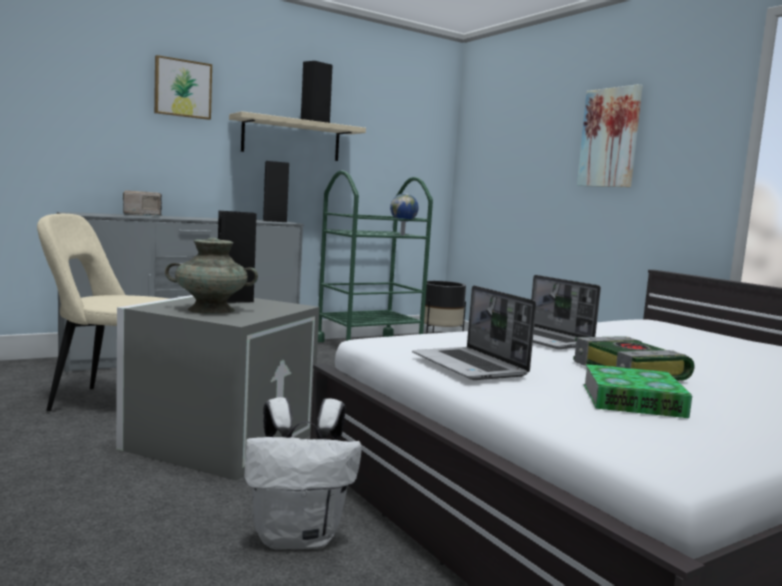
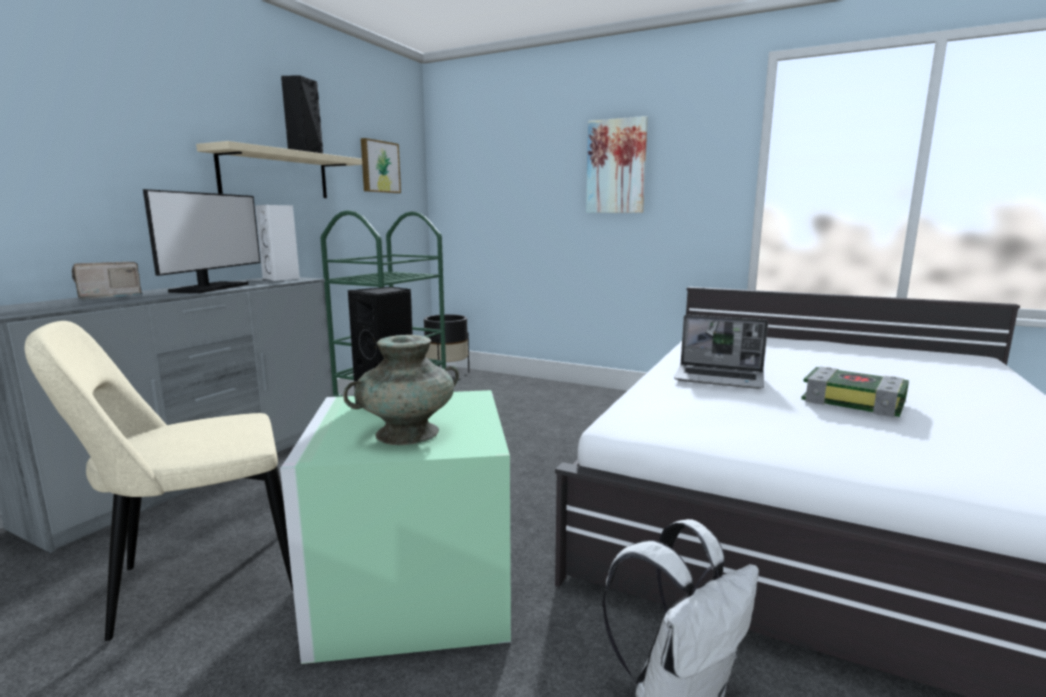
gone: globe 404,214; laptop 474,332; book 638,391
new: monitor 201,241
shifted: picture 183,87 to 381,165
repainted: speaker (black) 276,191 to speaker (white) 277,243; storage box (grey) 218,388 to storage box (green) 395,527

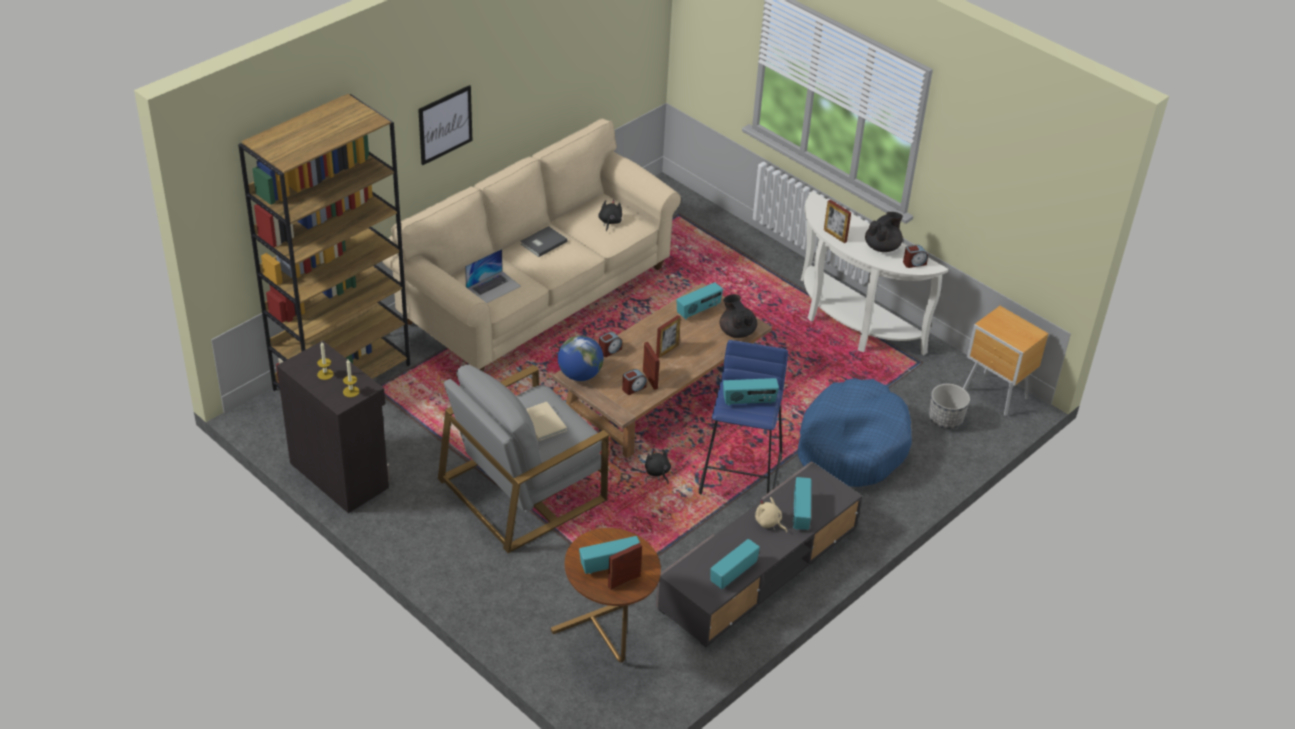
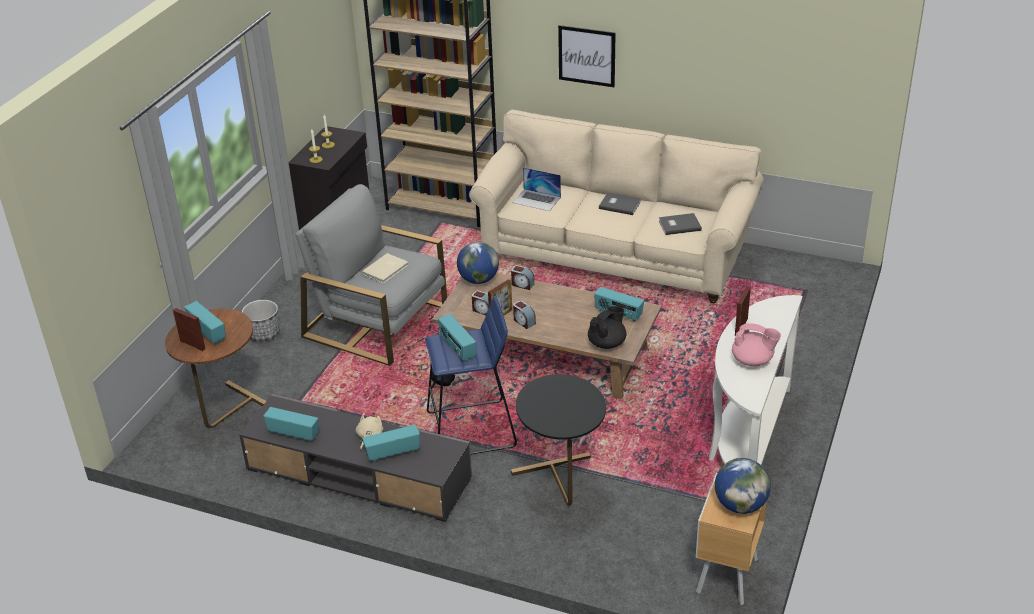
gone: picture frame 668,336
new: globe 743,486
shifted: alarm clock 915,256 to 524,315; planter 949,406 to 261,320
swapped: plush toy (black) 610,216 to book (grey) 680,224; dog bed (blue) 855,432 to side table (black) 558,440
repainted: teapot (black) 884,232 to teapot (pink) 756,344

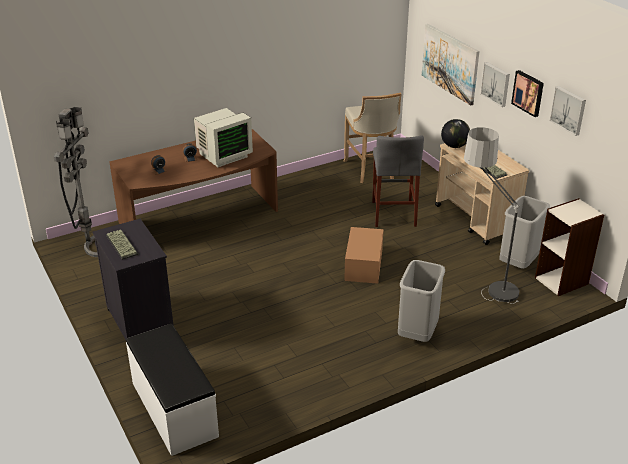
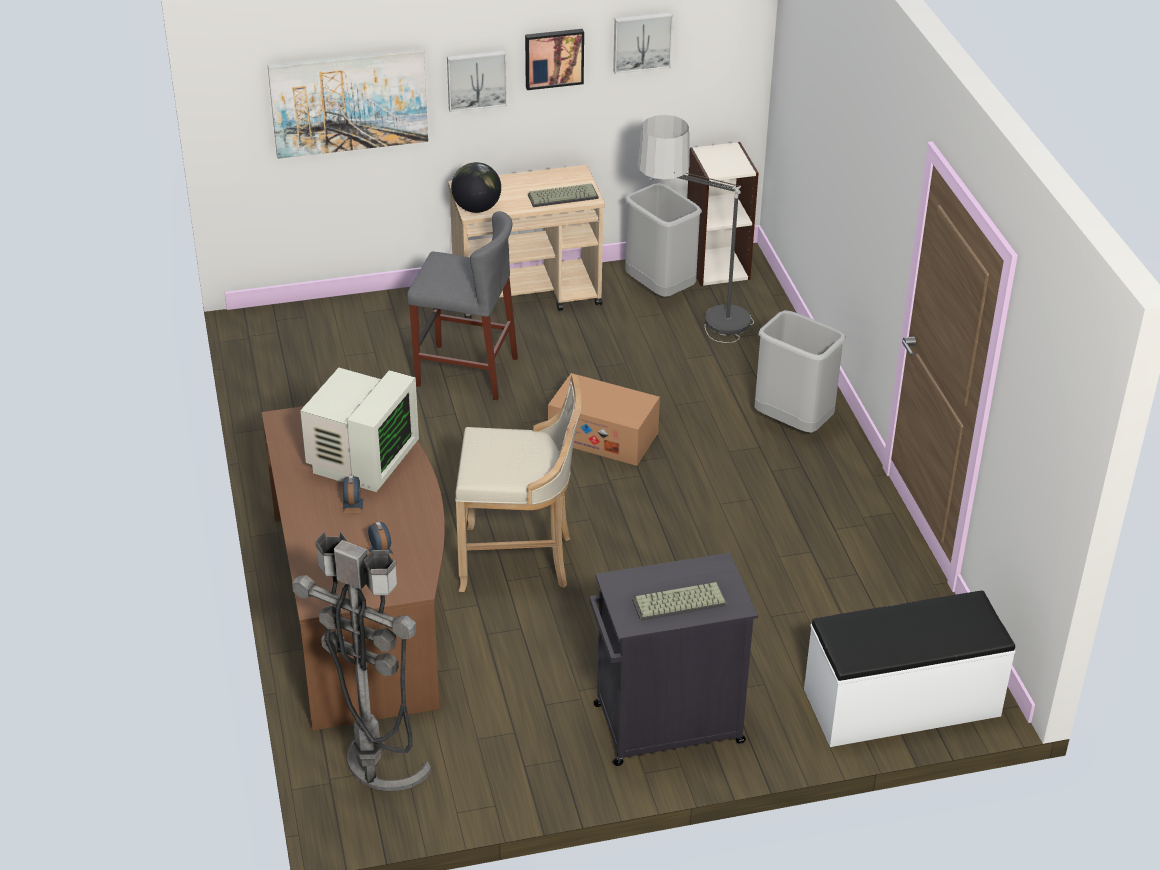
shifted: stool (beige) 372,138 to 518,483
rotated: monitor 223,137 = 359,430 45 degrees clockwise

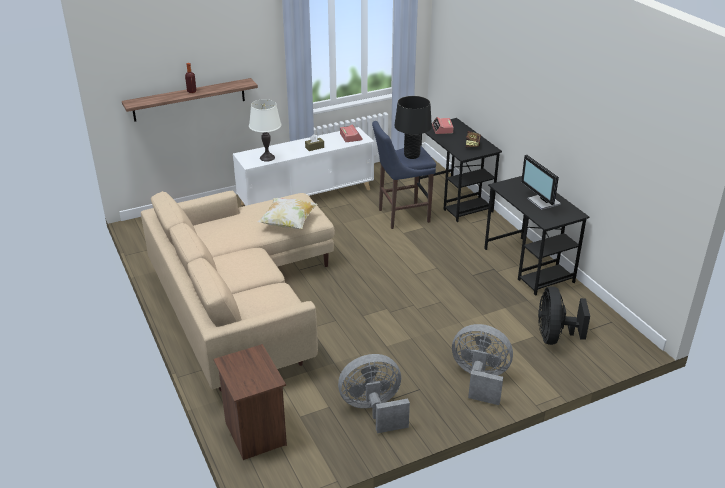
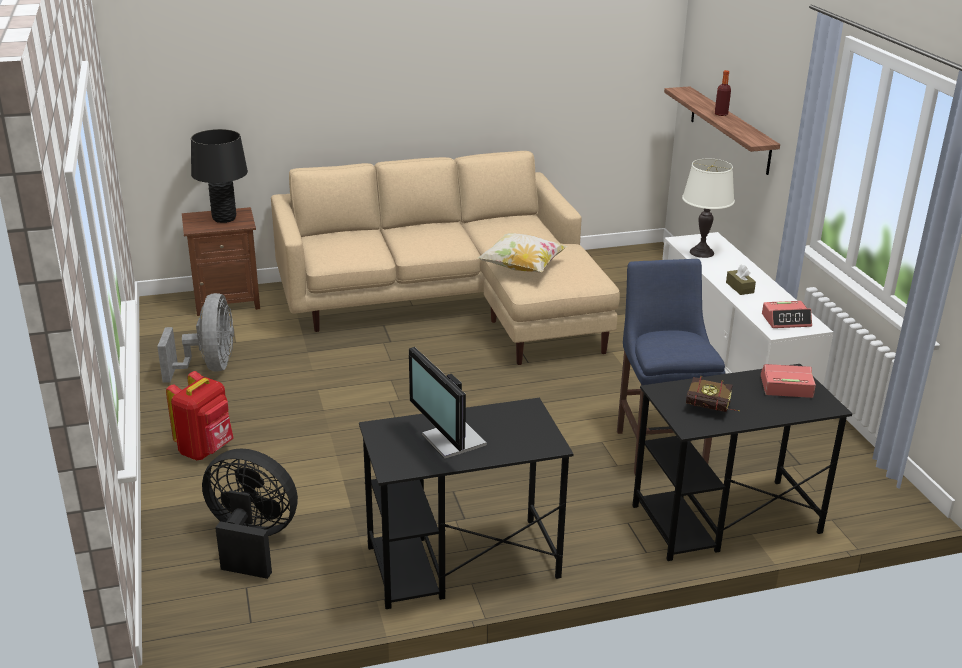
shifted: table lamp (black) 413,127 to 219,176
swapped: fan (grey) 482,364 to backpack (red) 200,415
rotated: monitor 541,182 = 448,403 105 degrees counterclockwise

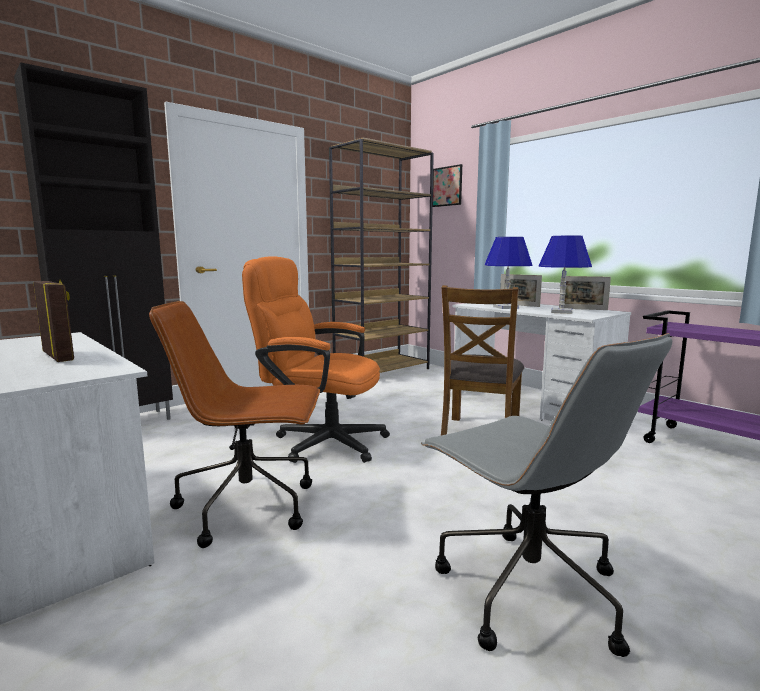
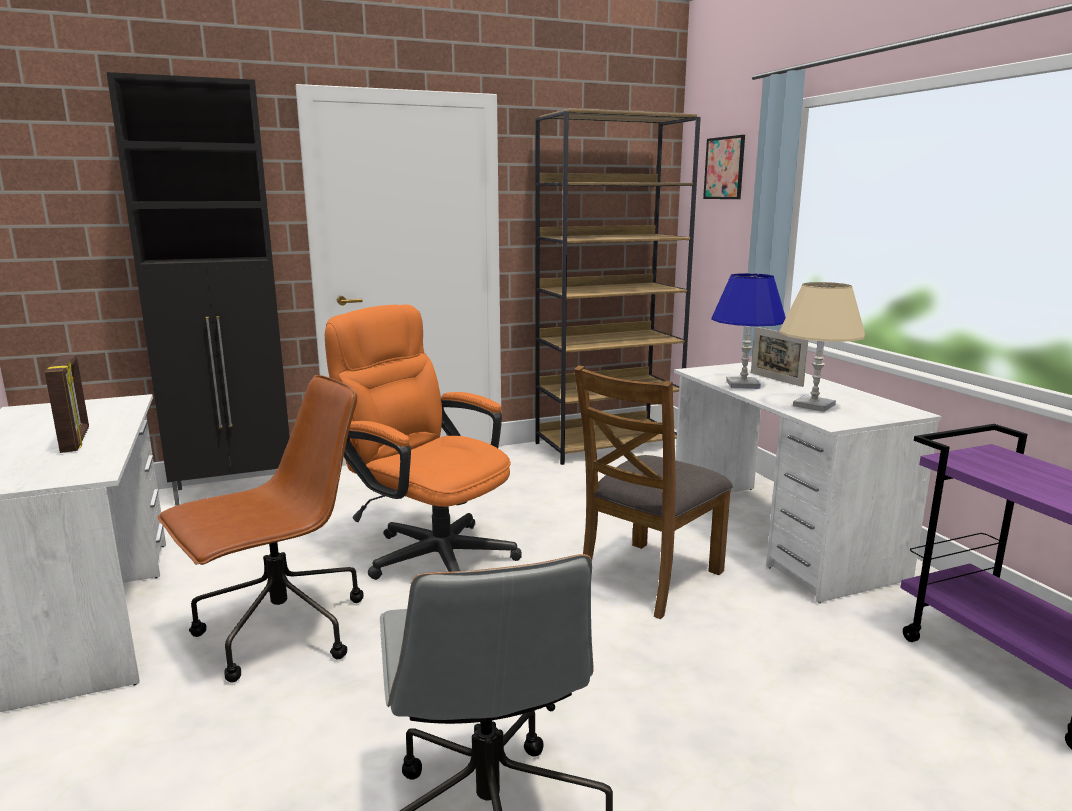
gone: picture frame 585,293
repainted: table lamp (blue) 565,275 to table lamp (beige) 822,347
rotated: office chair (brown) 234,424 = 260,528 120 degrees clockwise

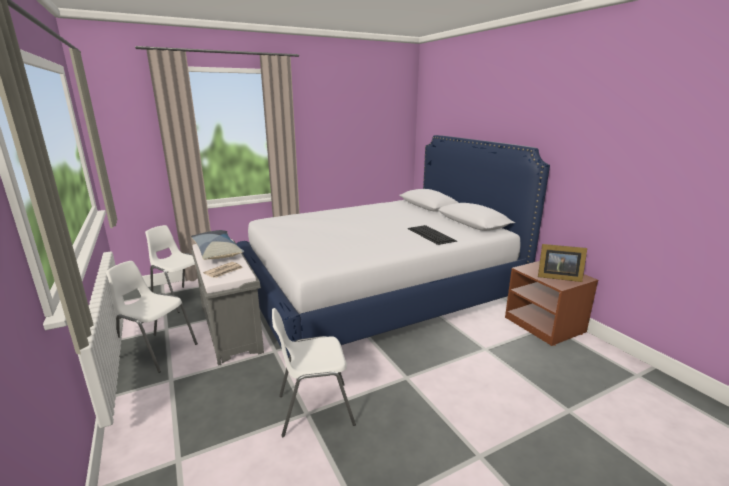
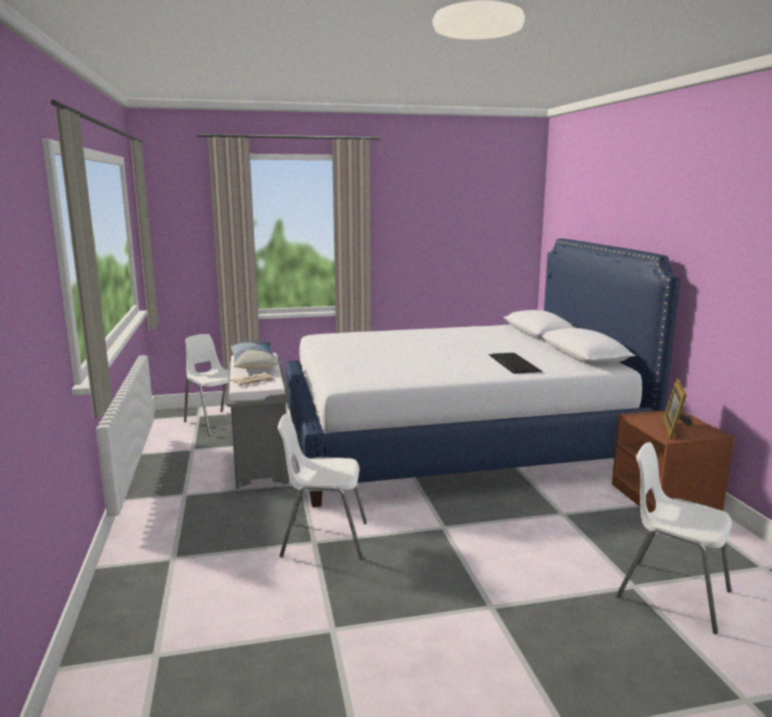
shifted: chair (white) 152,317 to 674,538
rotated: picture frame 562,263 = 677,409 75 degrees clockwise

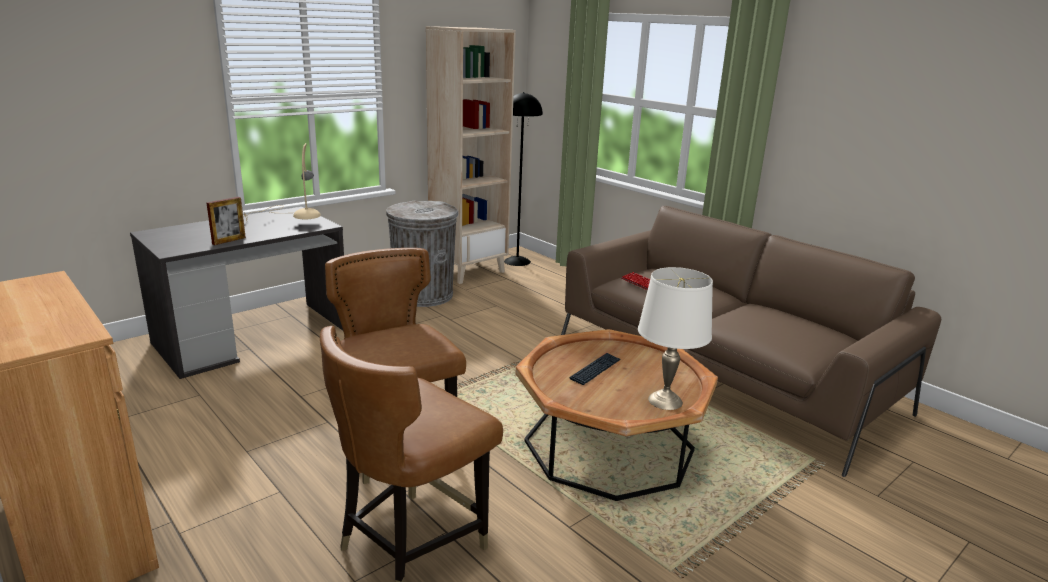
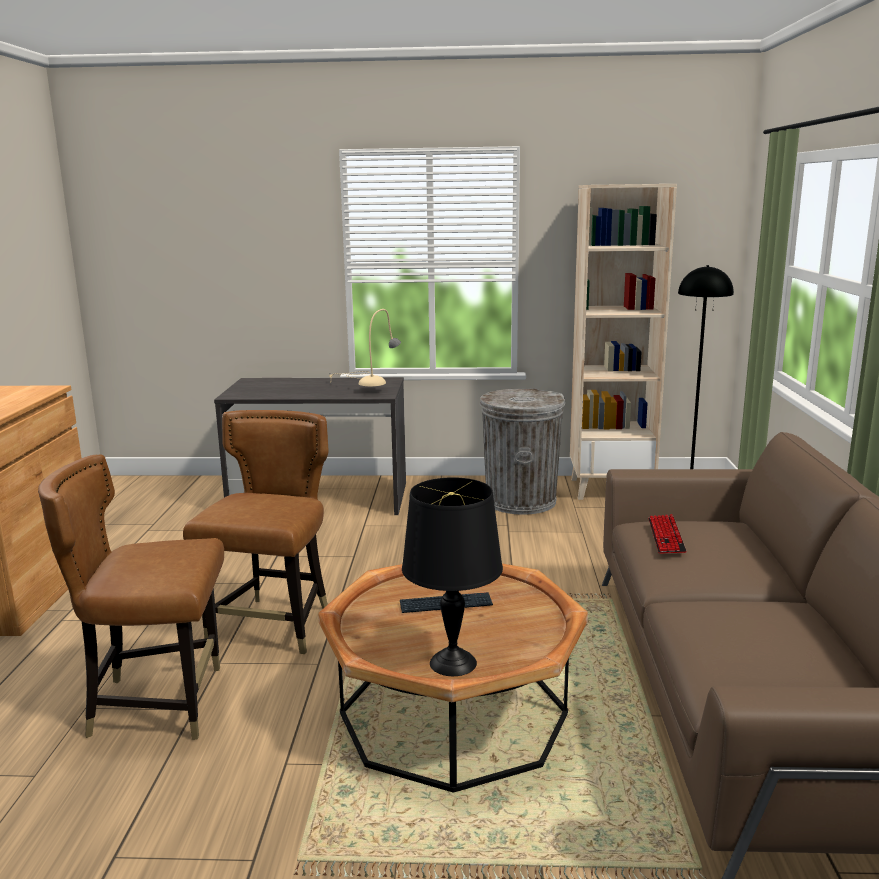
gone: picture frame 226,221
repainted: table lamp (white) 675,338 to table lamp (black) 452,576

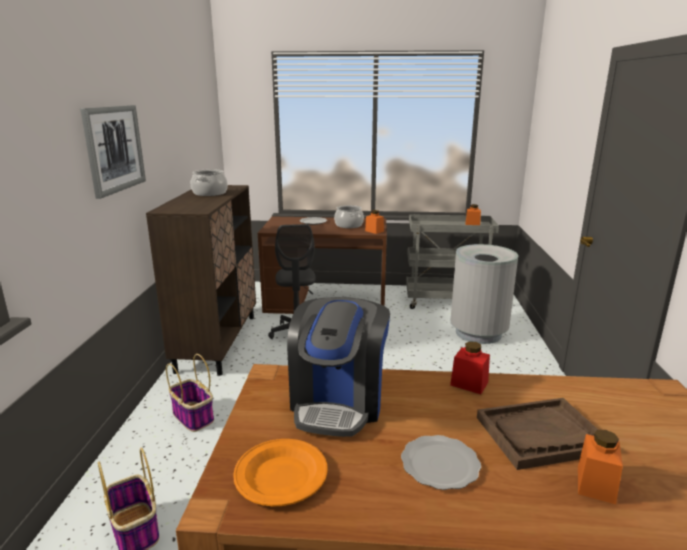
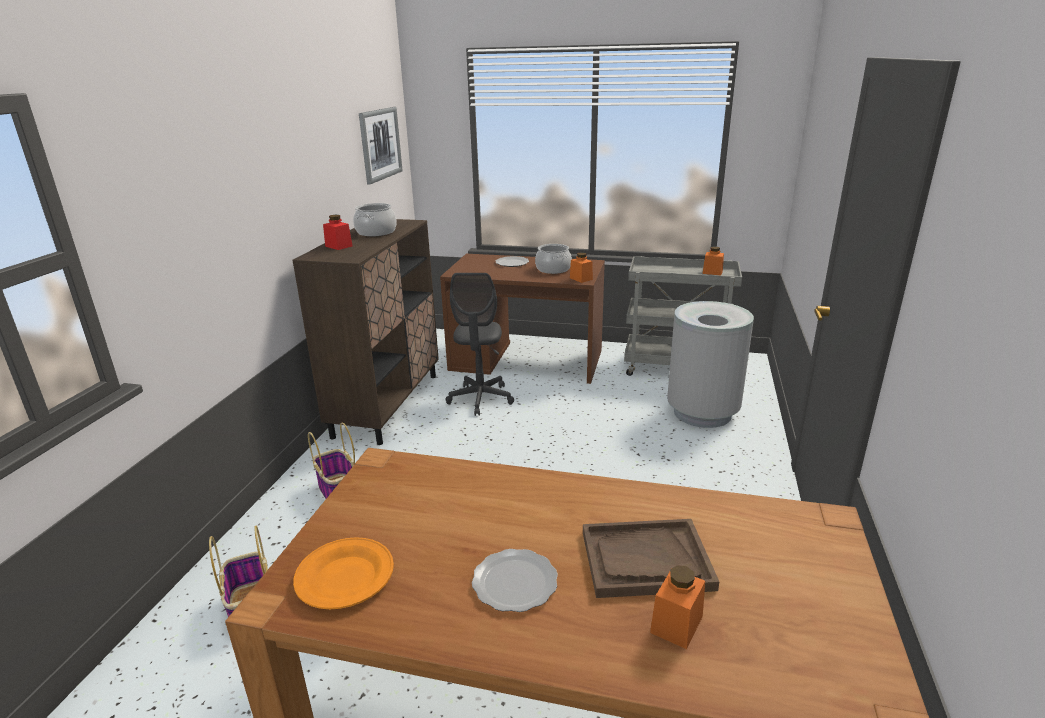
gone: coffee machine 338,367
shifted: picture 113,152 to 381,145; jar (red) 470,367 to 338,232

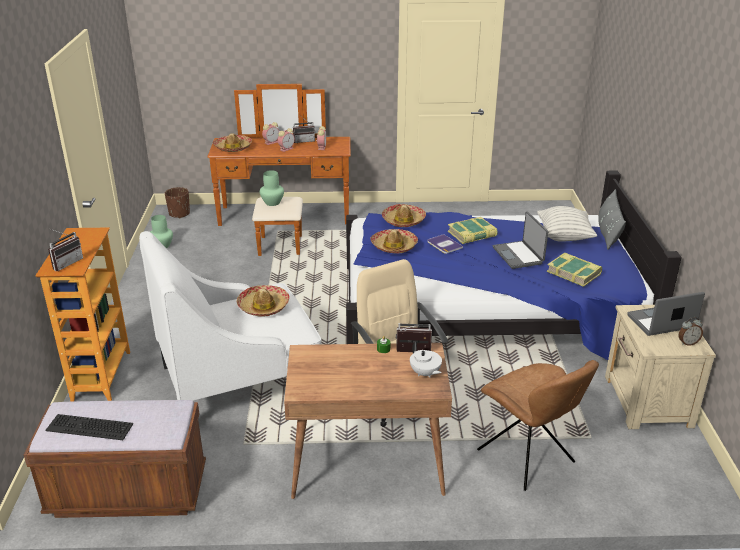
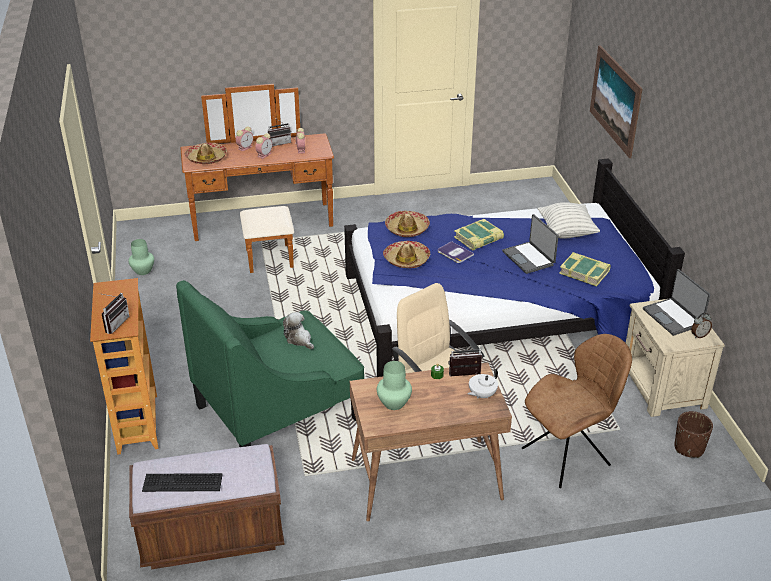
gone: pillow (grey) 612,219
new: picture 616,101
shifted: vase (green) 272,188 to 394,385; planter (brown) 177,202 to 693,434
swapped: hat 263,301 to plush toy 298,330
repainted: armchair (white) 230,316 to armchair (green) 270,363
rotated: laptop 666,314 = 676,302 90 degrees counterclockwise; teapot (white) 426,360 = 482,383 90 degrees clockwise; chair (brown) 538,425 = 577,411 75 degrees counterclockwise

